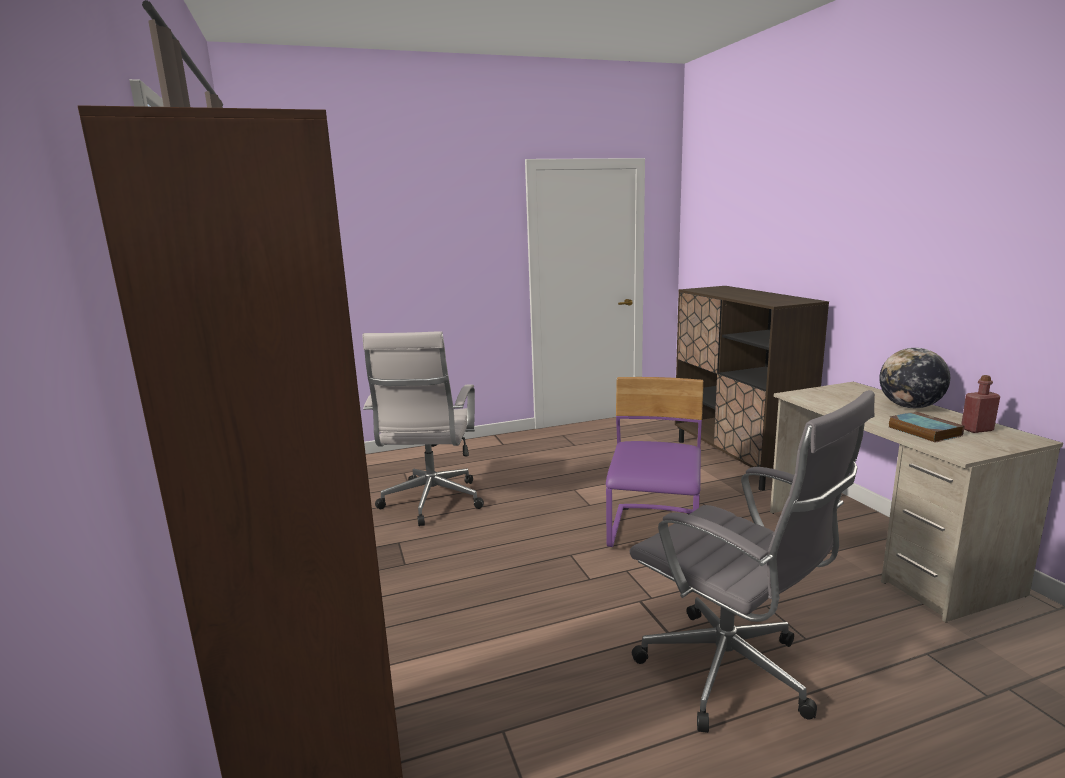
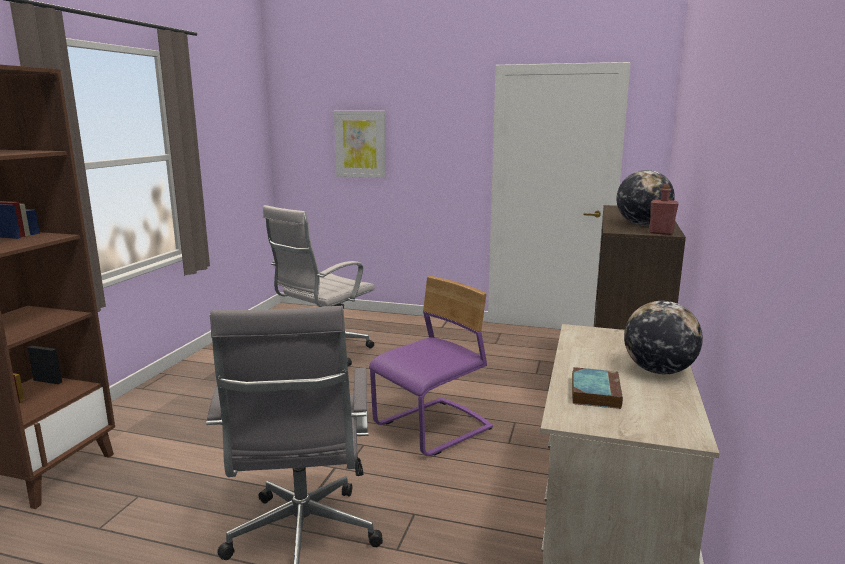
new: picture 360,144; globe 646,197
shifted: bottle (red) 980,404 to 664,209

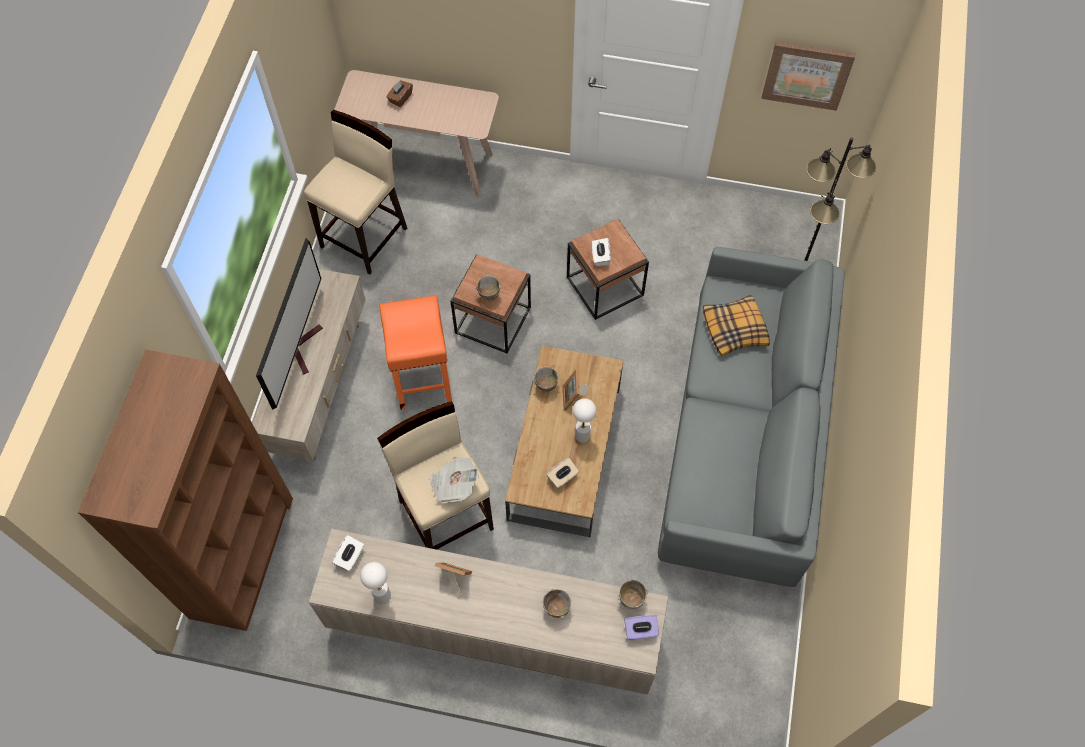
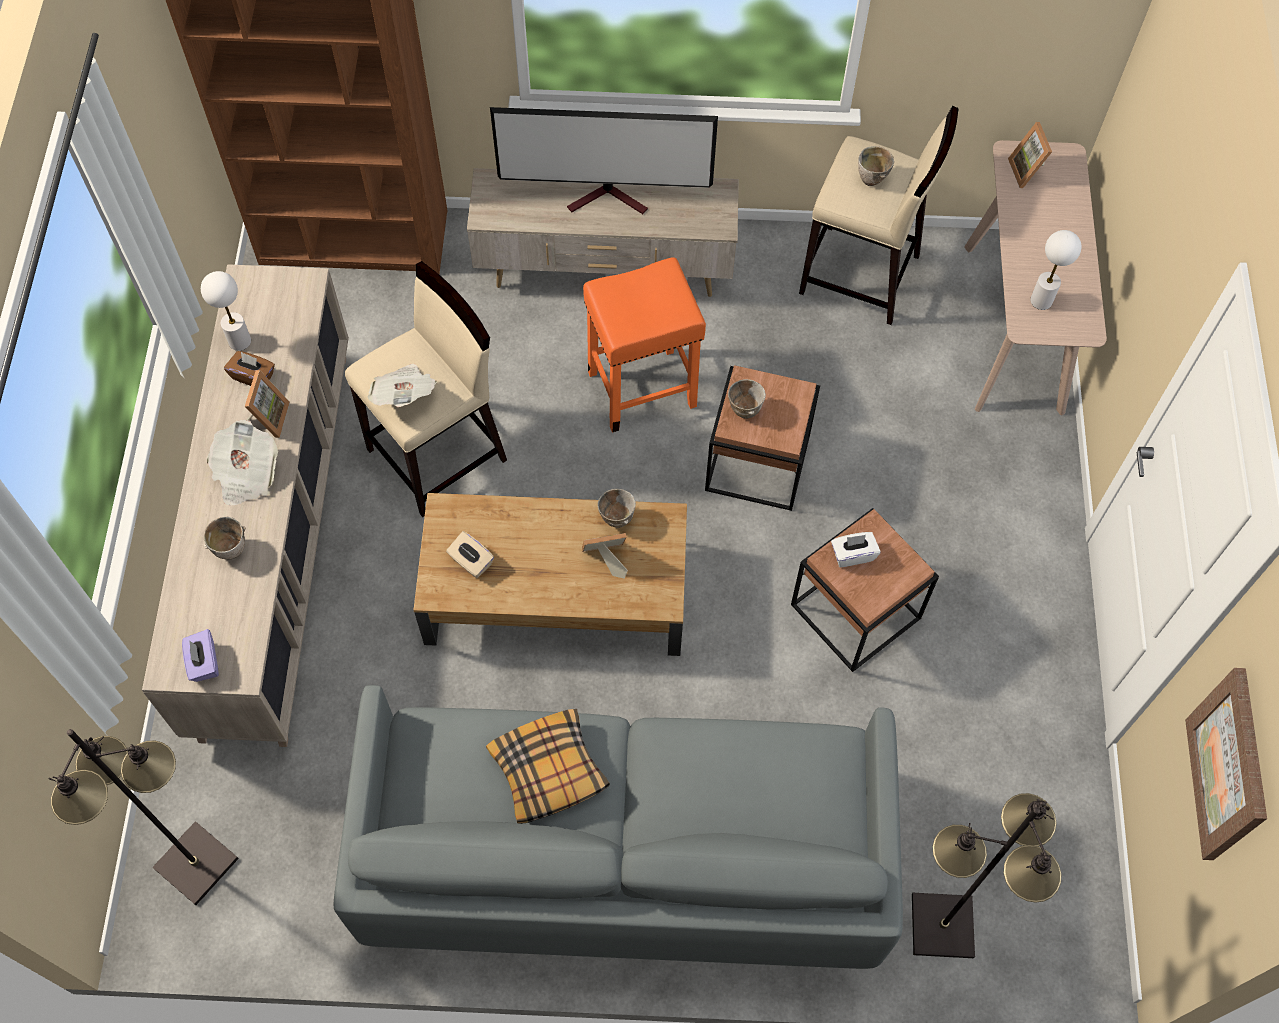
gone: tissue box (white) 348,553
new: picture frame 1030,155; newspaper 242,463; floor lamp (black) 144,817
shifted: tissue box (brown) 400,93 to 249,368; pillow 736,326 to 548,766; table lamp (white) 585,421 to 1055,270; bowl 632,594 to 876,166

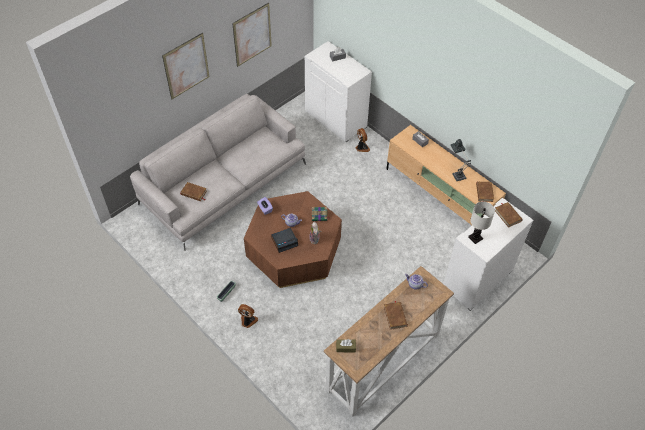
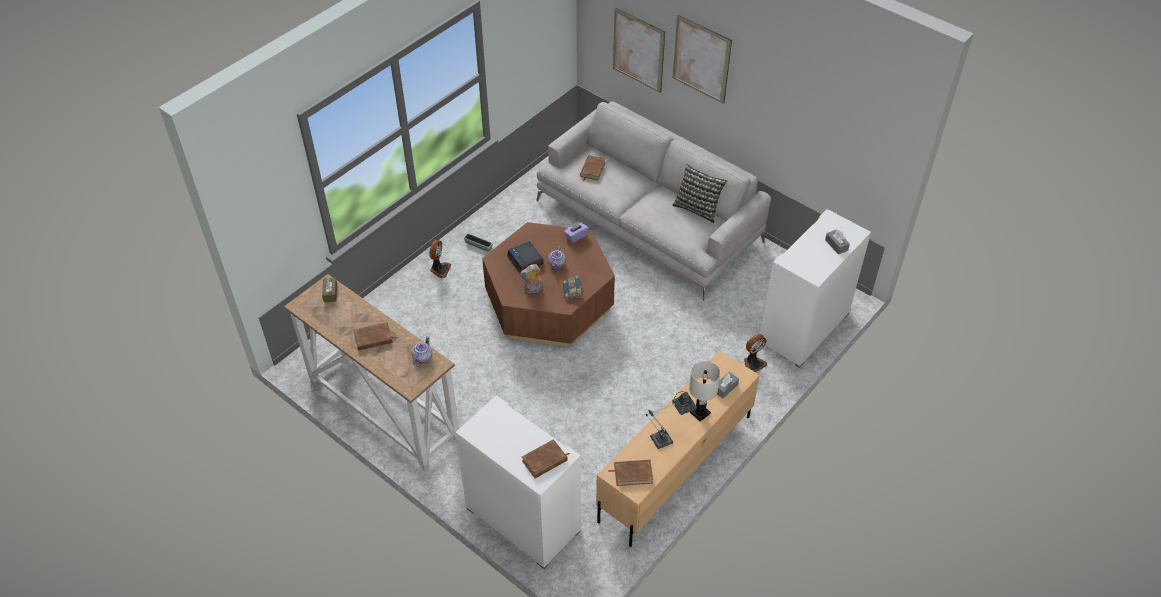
new: pillow 700,193
shifted: picture 252,35 to 639,50; table lamp (white) 481,222 to 704,391

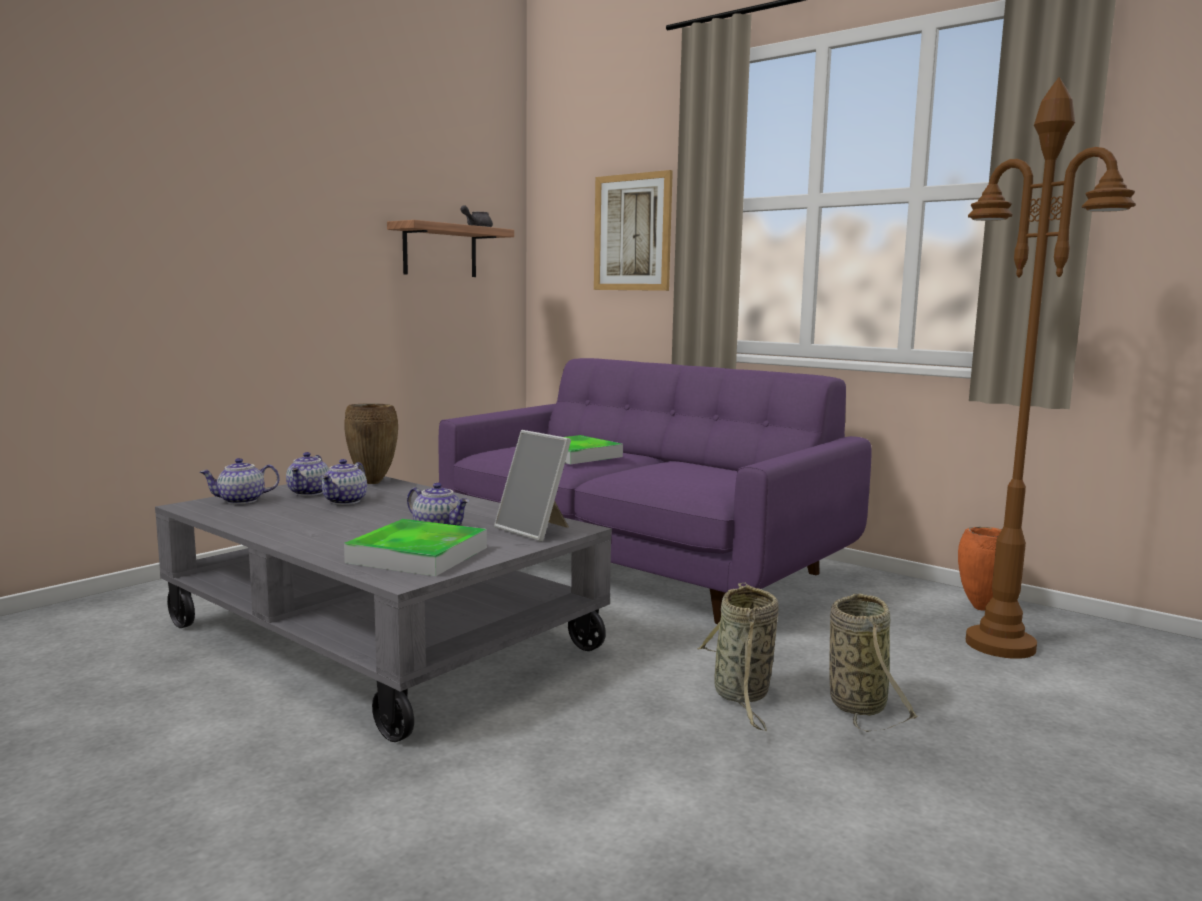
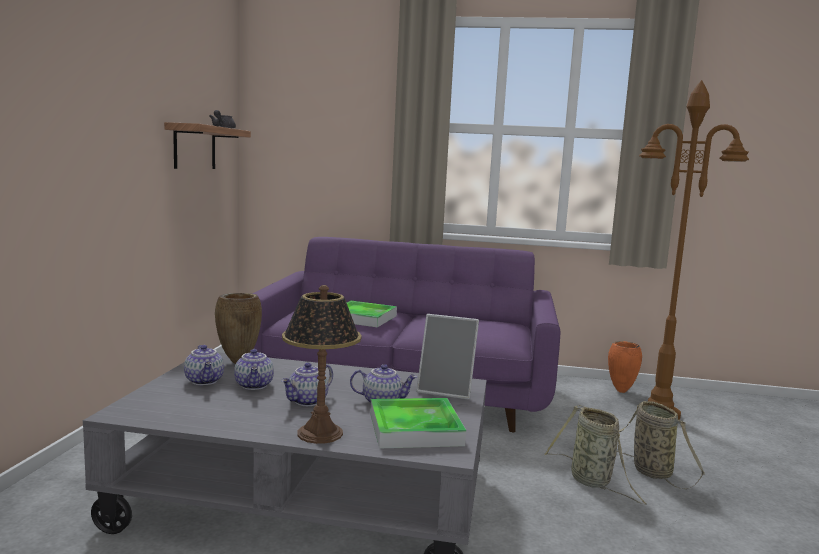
gone: picture 633,230
new: table lamp 322,364
shifted: teapot 240,481 to 307,384

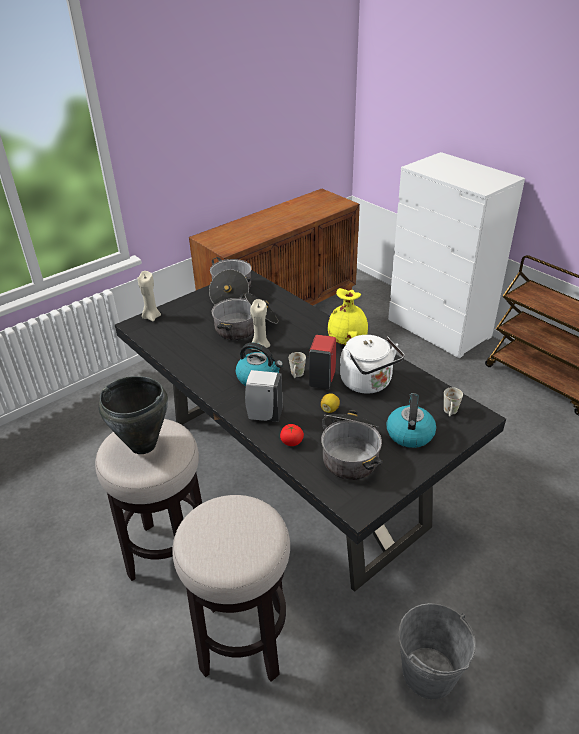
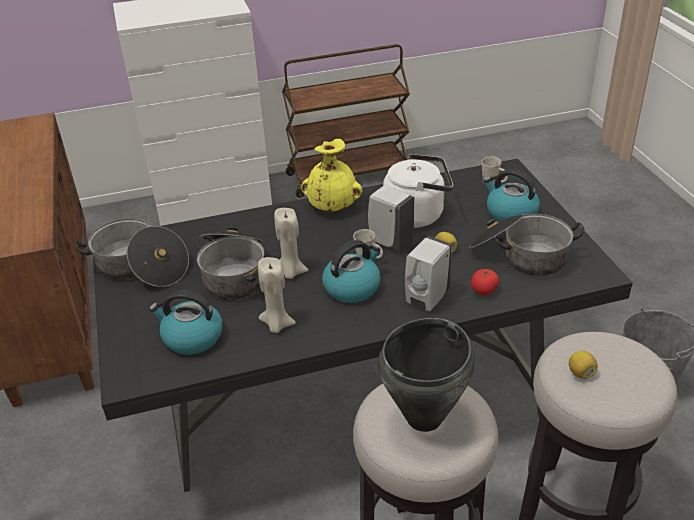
new: kettle 186,322; lemon 583,365
shifted: candle (beige) 149,296 to 277,295
repainted: soap dispenser (red) 322,362 to soap dispenser (white) 391,218

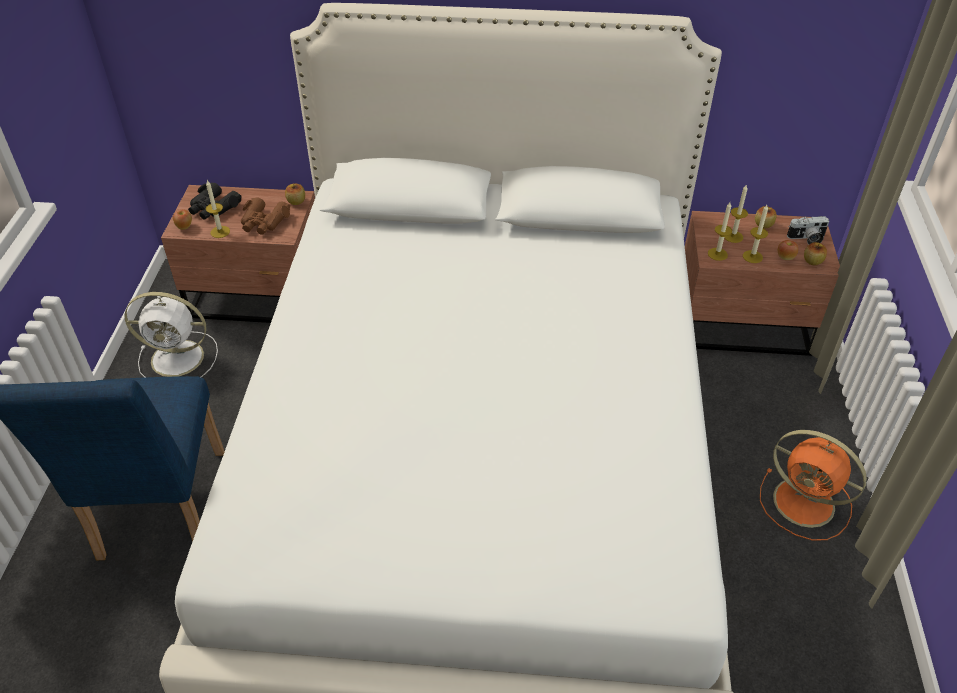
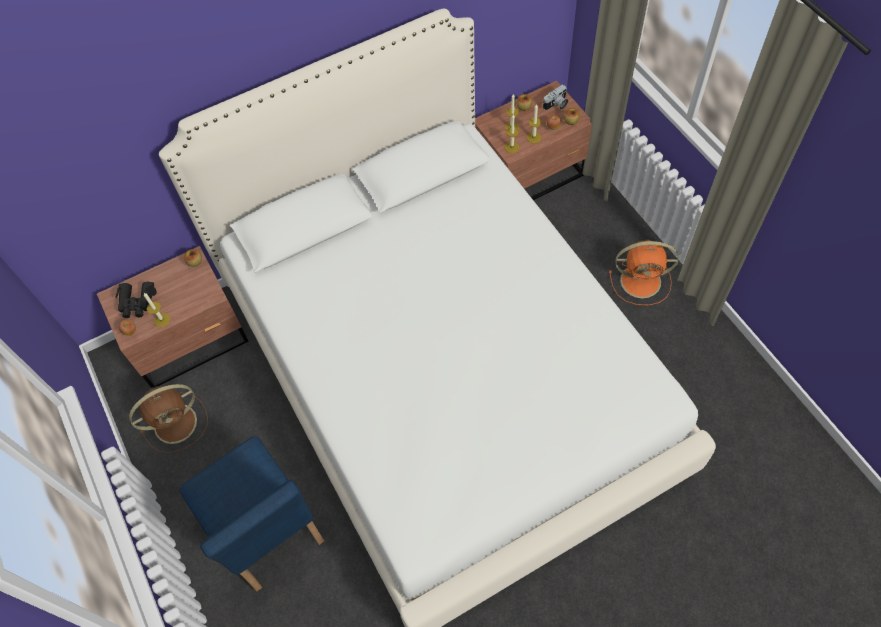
gone: binoculars (brown) 266,216
repainted: fan (white) 171,334 to fan (brown) 168,418

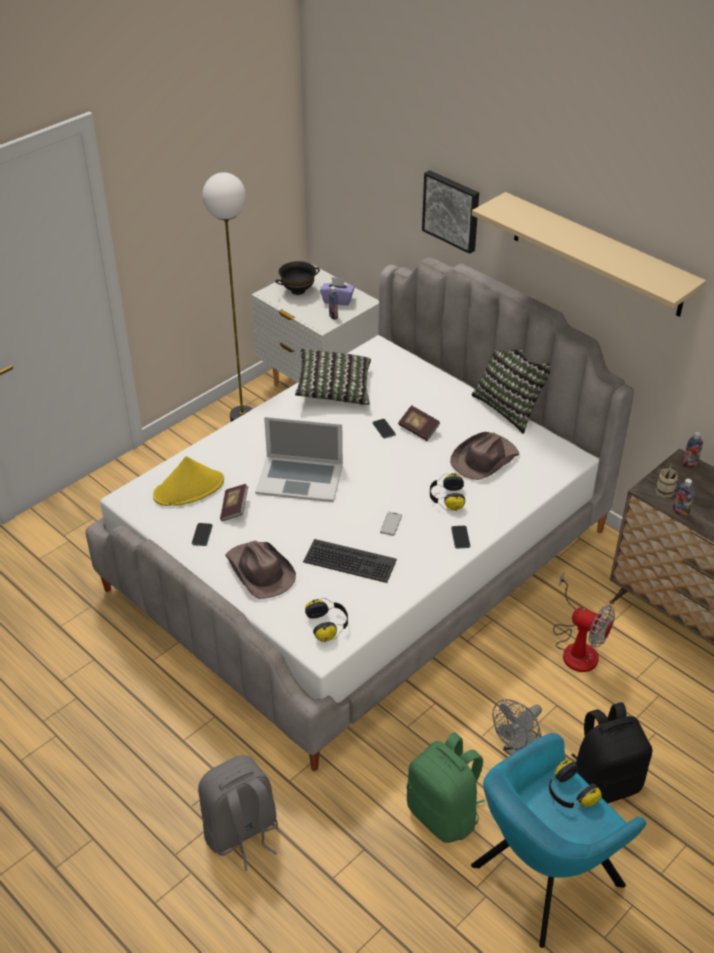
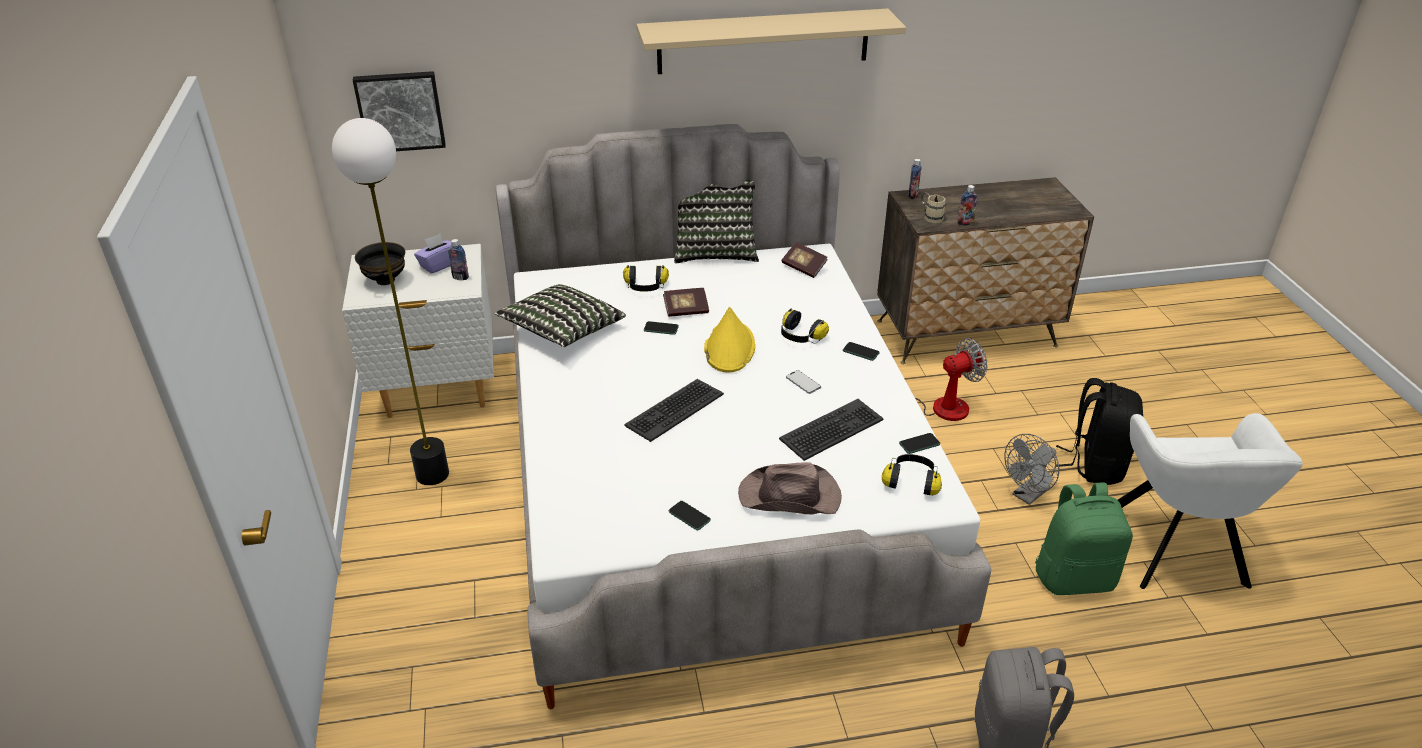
gone: hat (brown) 484,456
new: phone 919,443
shifted: picture 450,212 to 399,111; hat (yellow) 188,481 to 729,340; book 234,502 to 804,260; headphones 575,784 to 646,278
swapped: laptop 299,459 to keyboard 674,410
repainted: armchair (turquoise) 558,840 to armchair (white) 1210,501
rotated: fan (grey) 517,727 = 1032,469 60 degrees clockwise

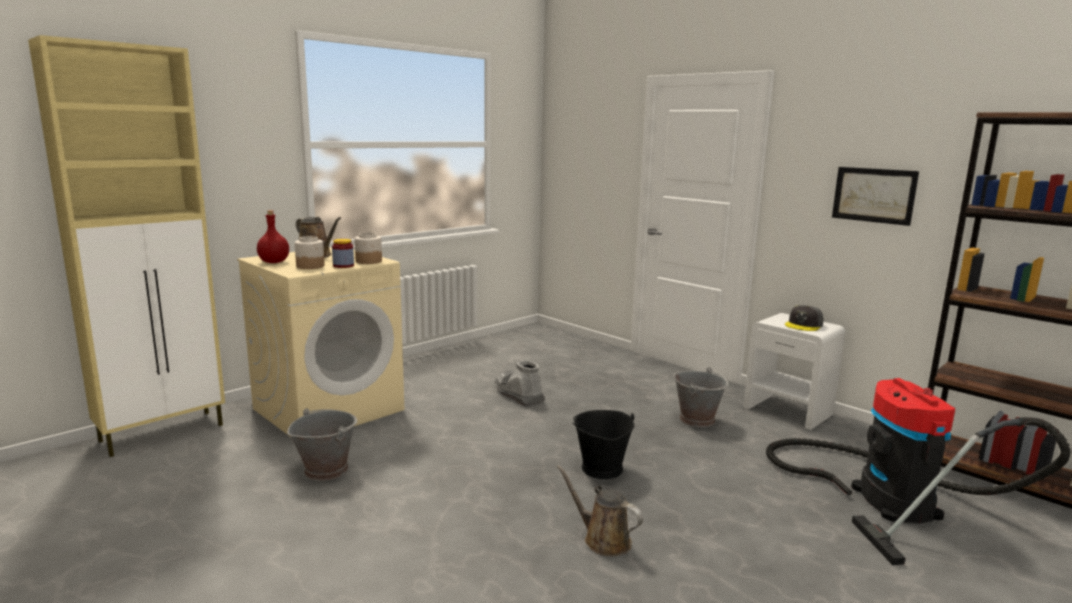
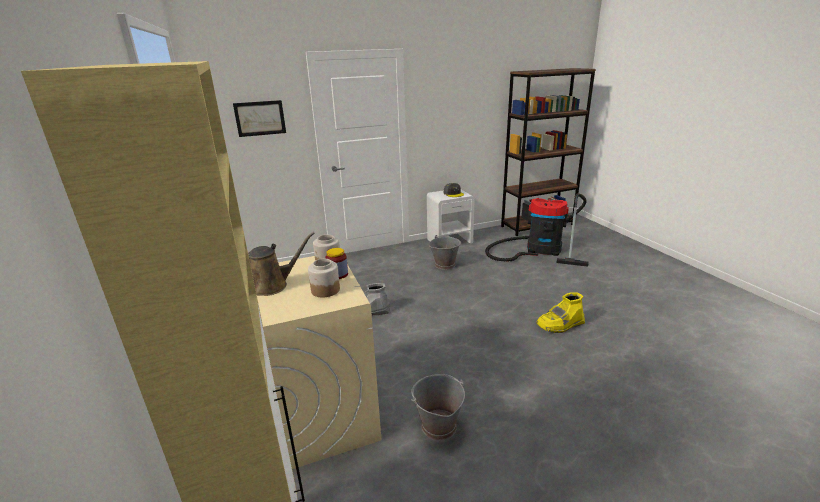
gone: bottle (red) 273,236; bucket (black) 603,444
shifted: picture 875,196 to 259,118
swapped: watering can (brown) 600,510 to boot (yellow) 560,313

